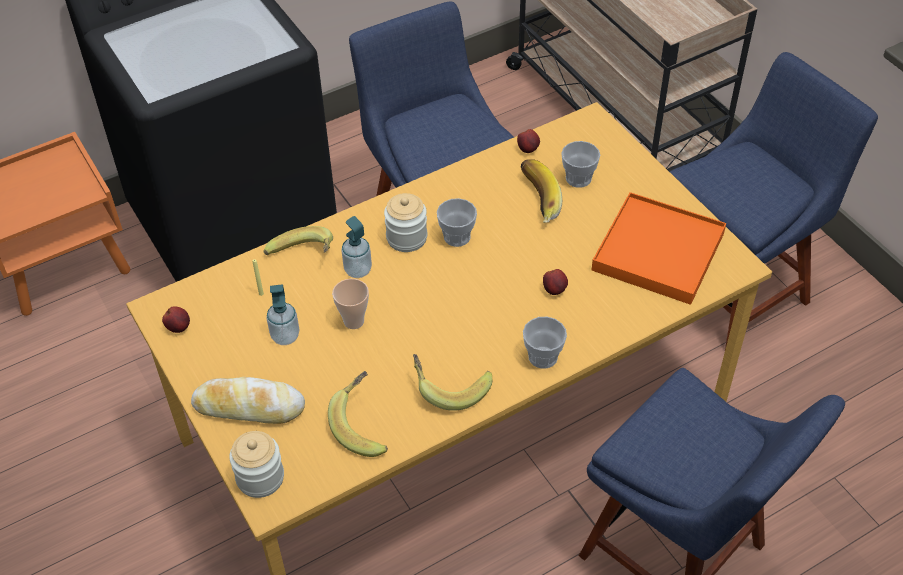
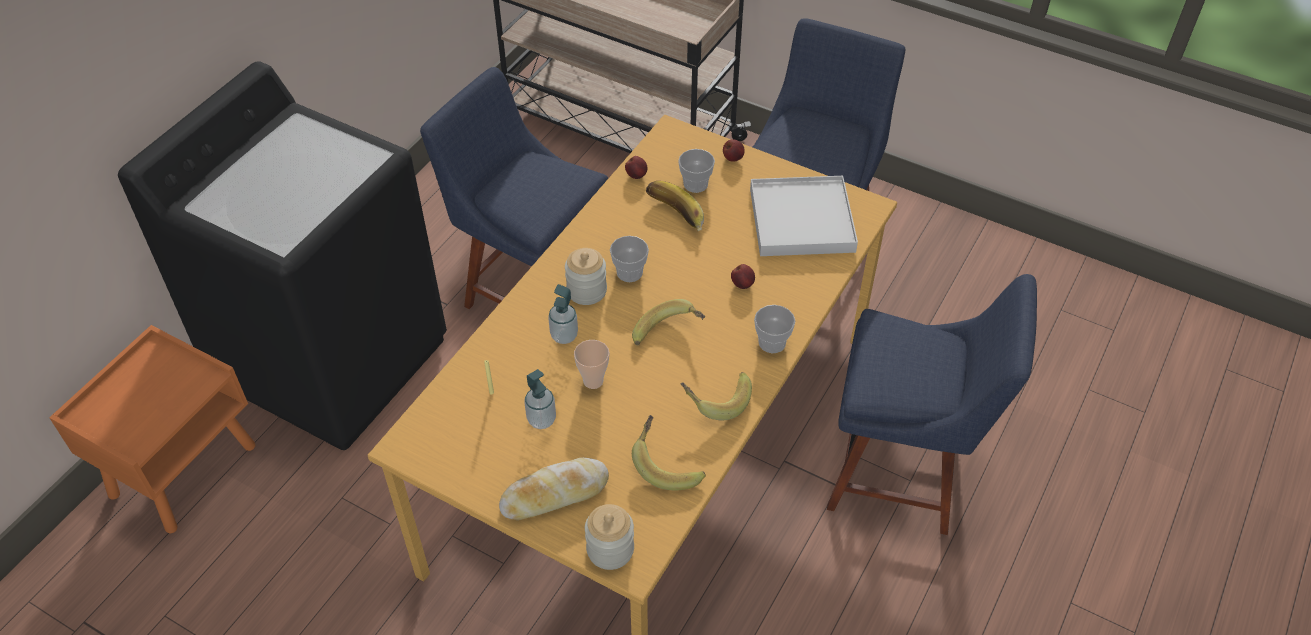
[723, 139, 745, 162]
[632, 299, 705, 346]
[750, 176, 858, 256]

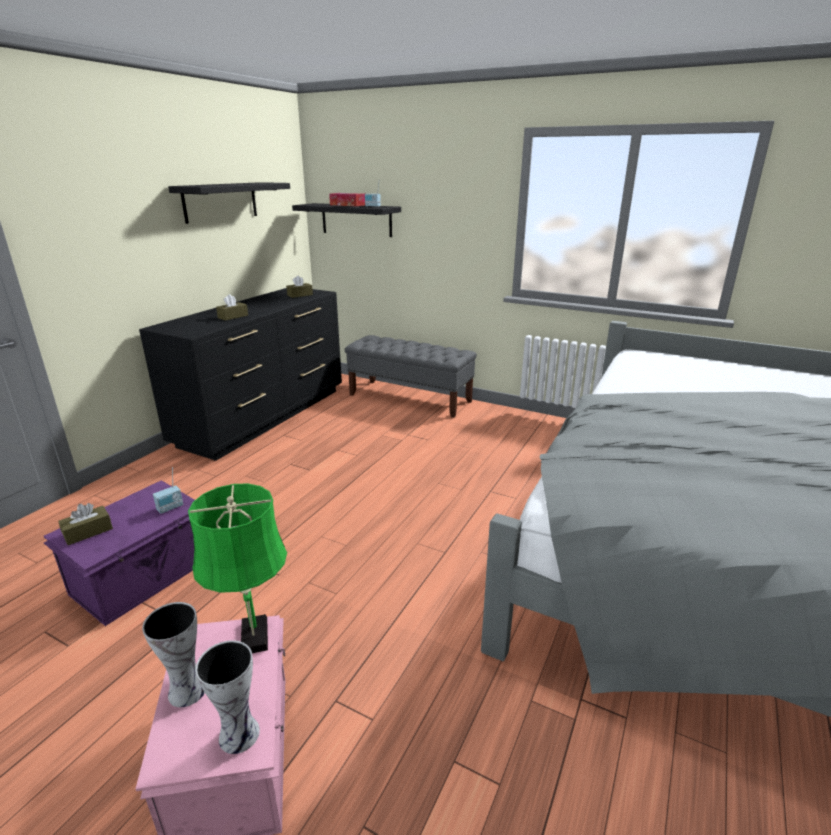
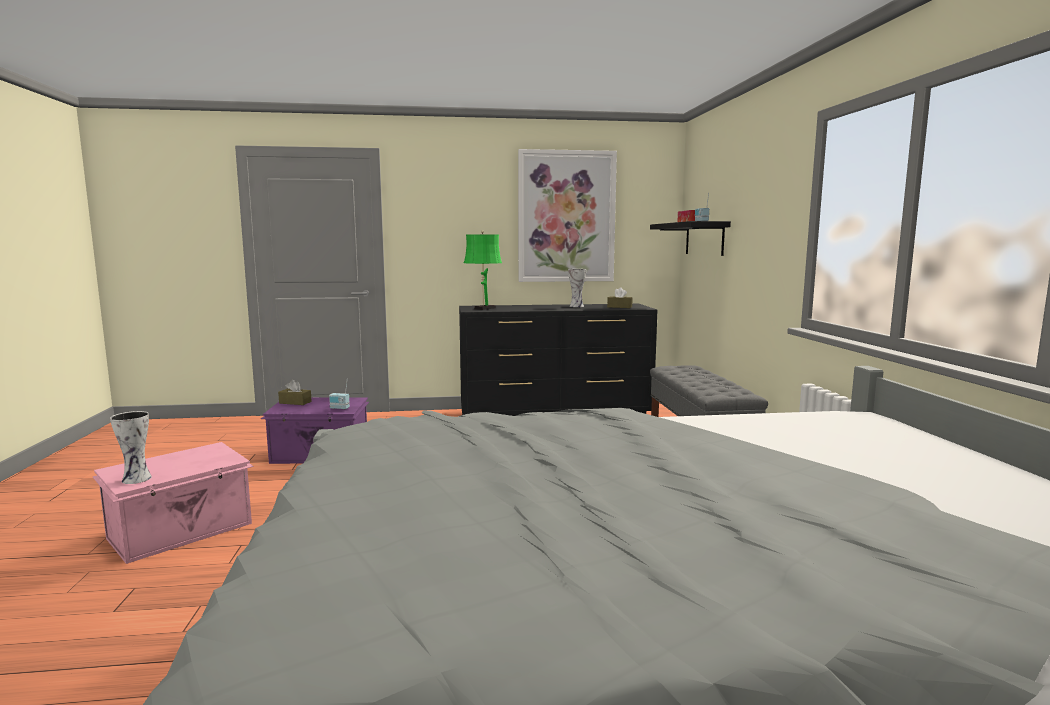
[568, 269, 586, 307]
[518, 149, 617, 282]
[464, 231, 502, 310]
[216, 294, 248, 321] (first image)

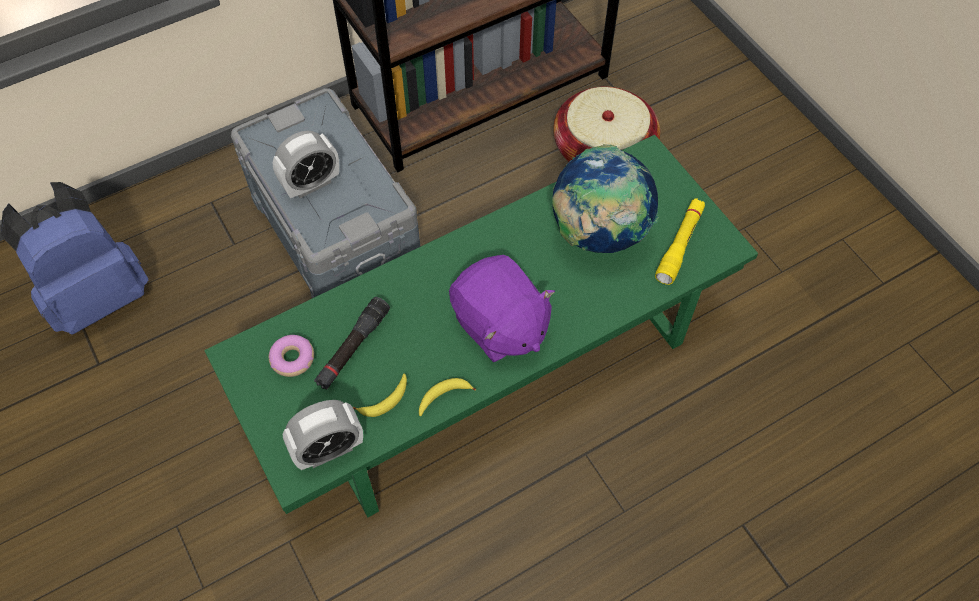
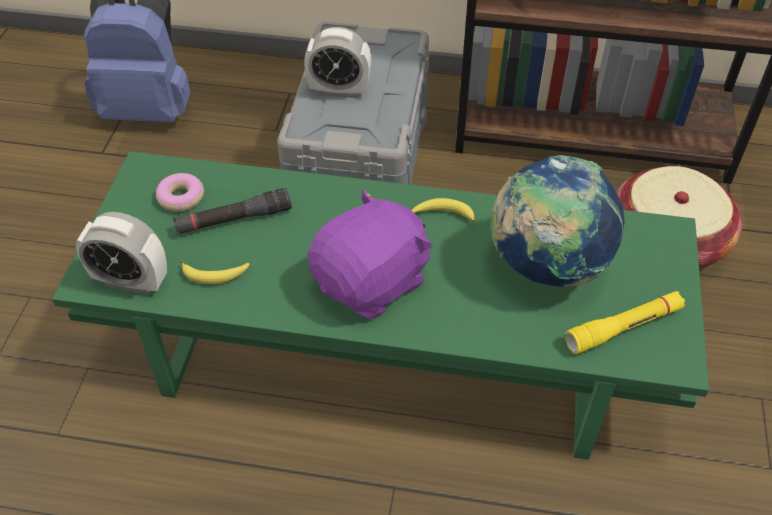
[412, 198, 476, 224]
[307, 189, 433, 319]

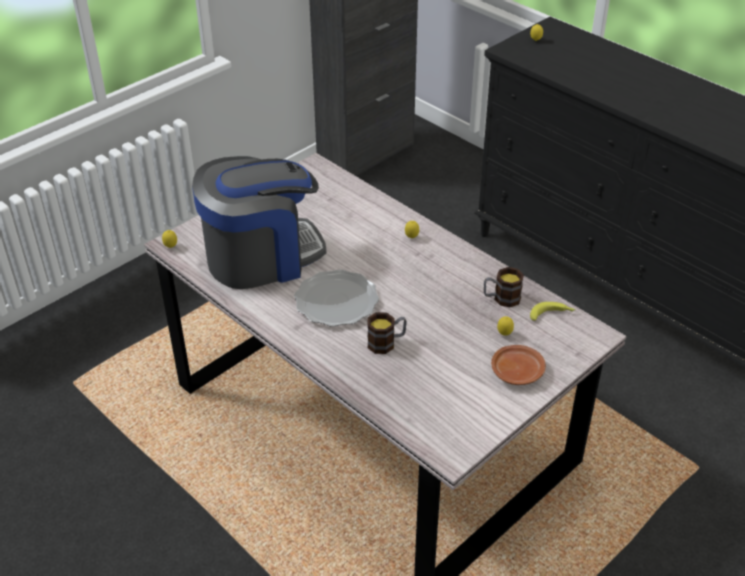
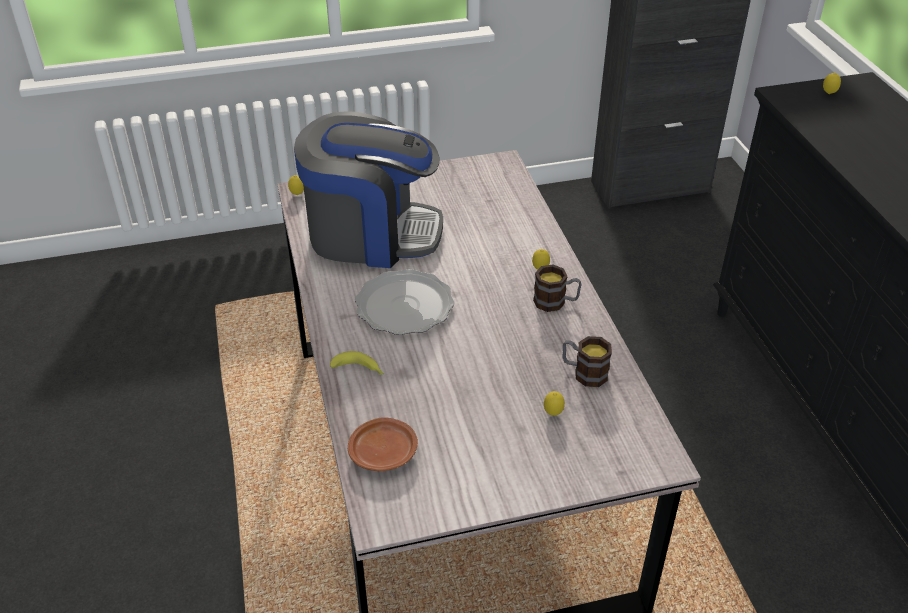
[533, 264, 581, 312]
[348, 417, 418, 471]
[330, 351, 384, 375]

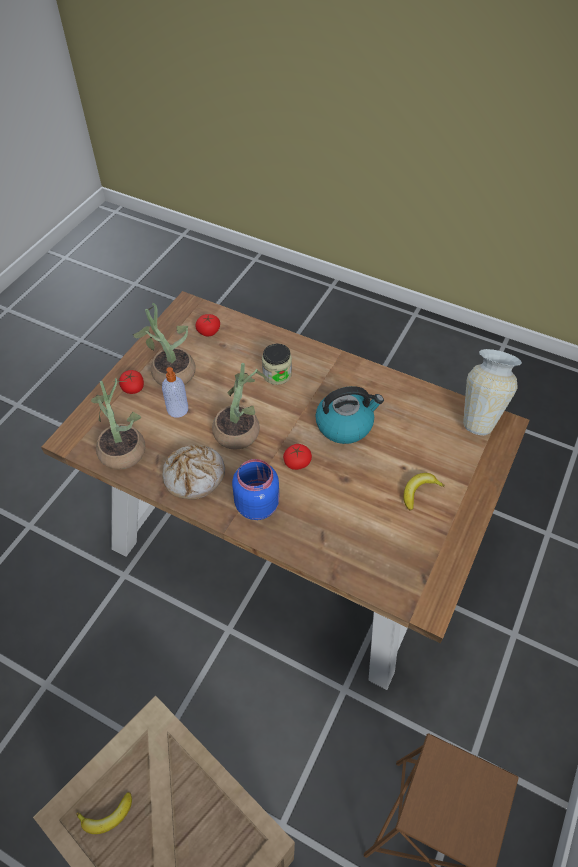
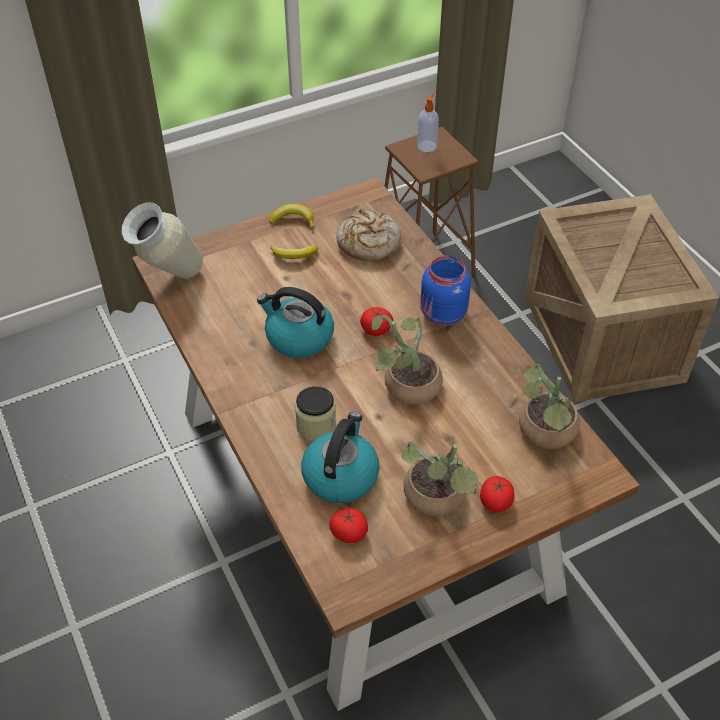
[269, 204, 314, 229]
[417, 92, 439, 152]
[336, 209, 401, 261]
[301, 412, 380, 503]

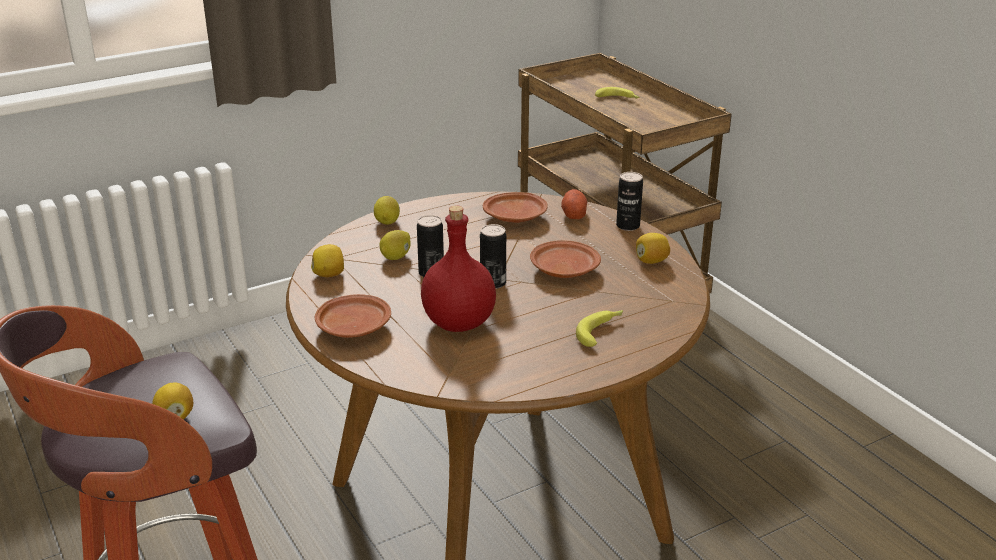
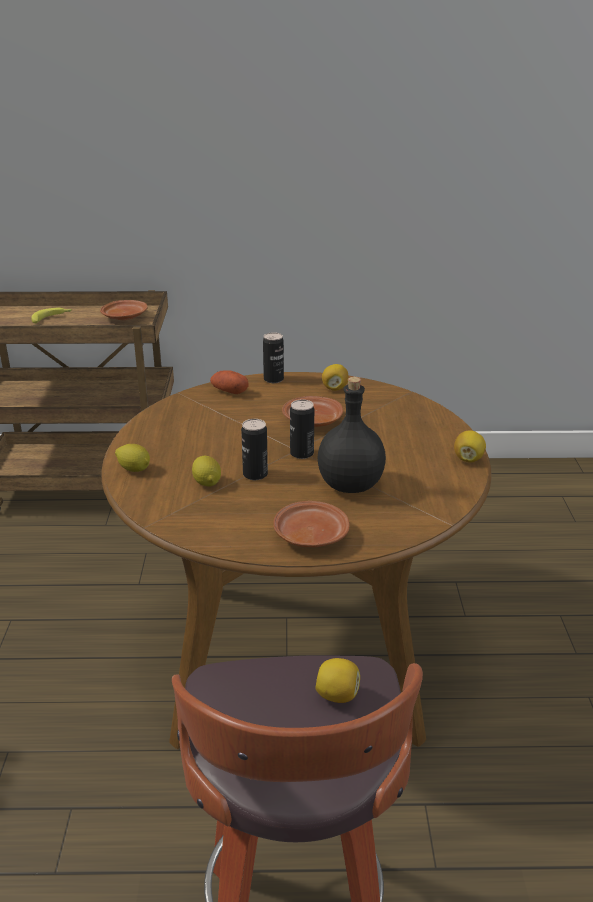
[454, 430, 486, 463]
[317, 377, 386, 493]
[100, 300, 148, 320]
[576, 310, 623, 347] (first image)

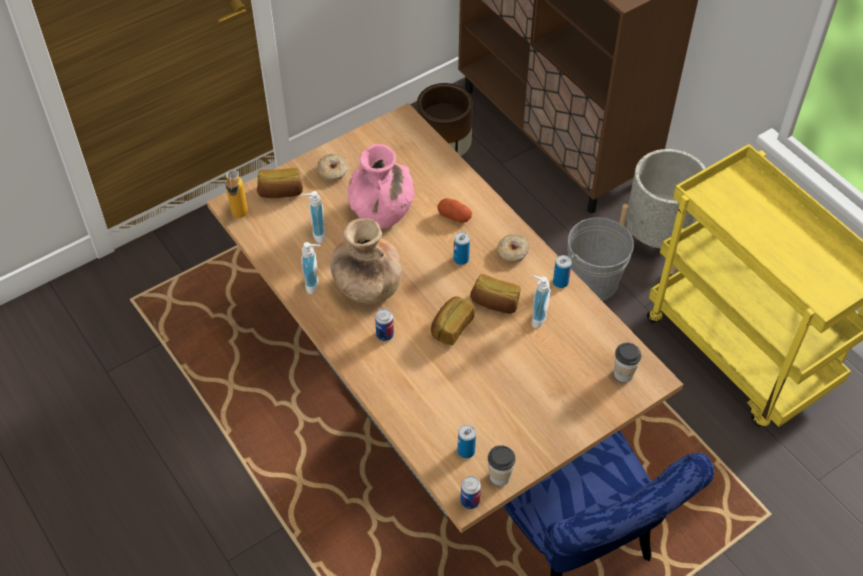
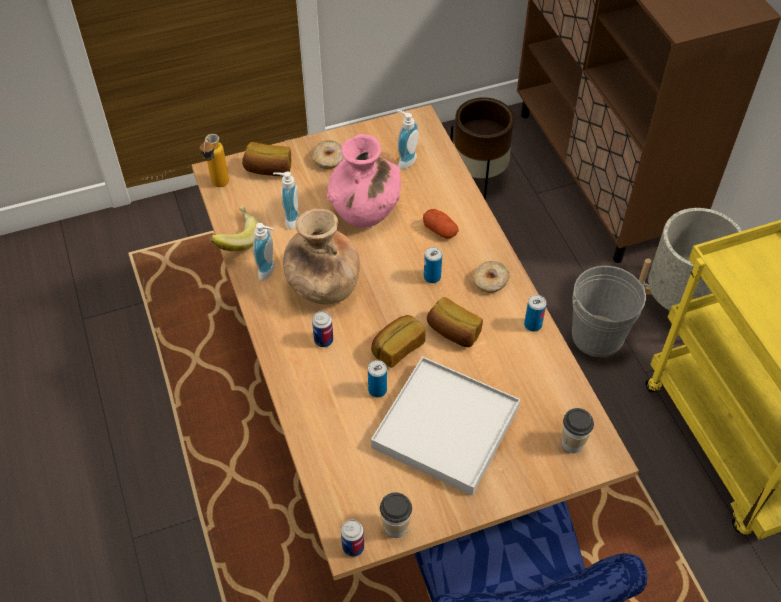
[368, 360, 387, 397]
[397, 110, 419, 169]
[210, 206, 260, 251]
[371, 356, 520, 495]

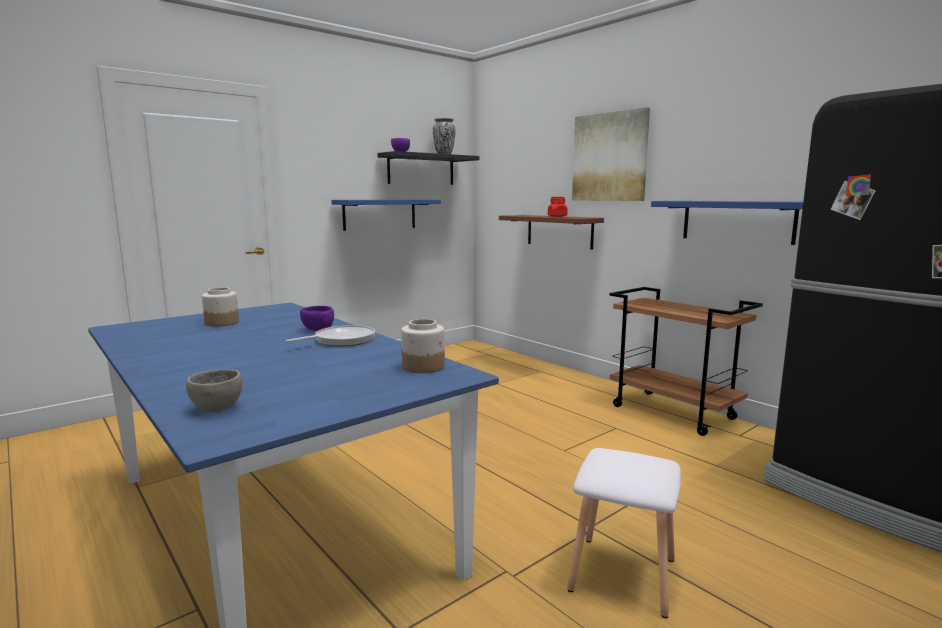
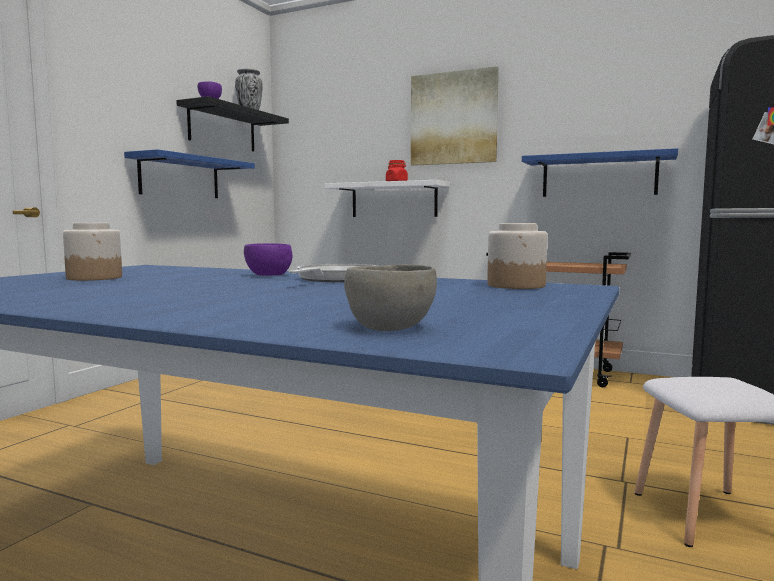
[325, 180, 450, 217]

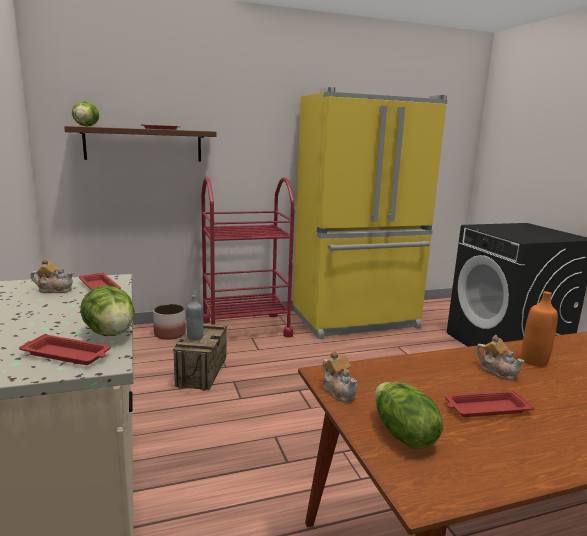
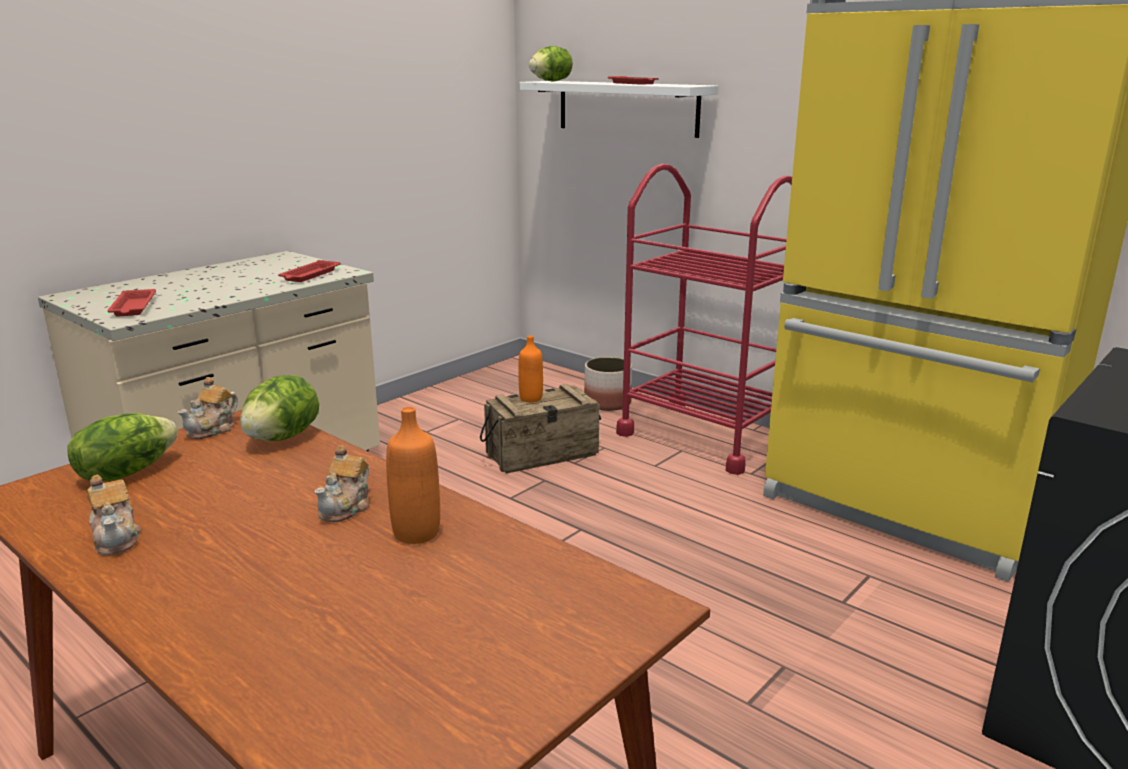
[87, 475, 141, 556]
[519, 81, 718, 138]
[240, 375, 319, 441]
[518, 336, 543, 403]
[445, 390, 534, 417] (first image)

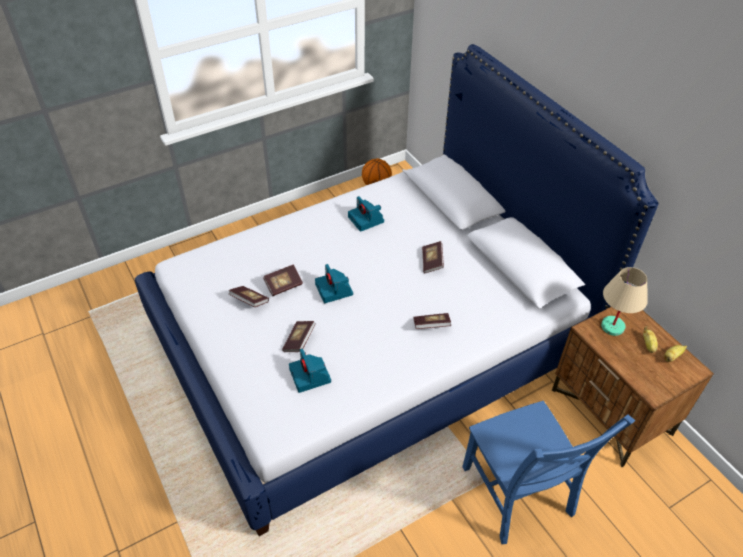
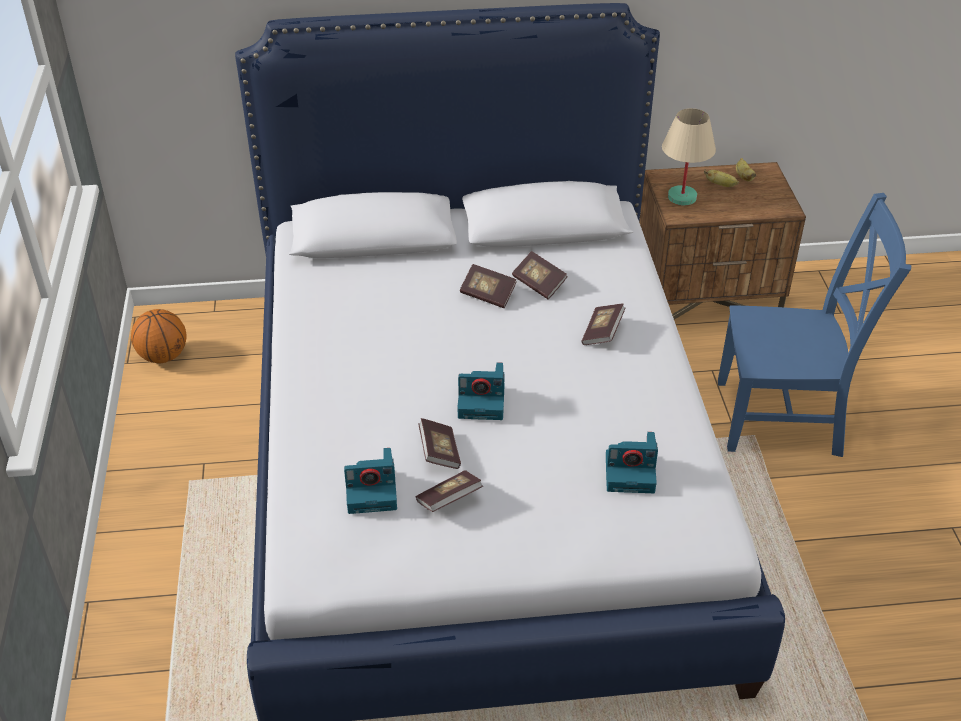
[512, 251, 568, 300]
[344, 448, 397, 514]

